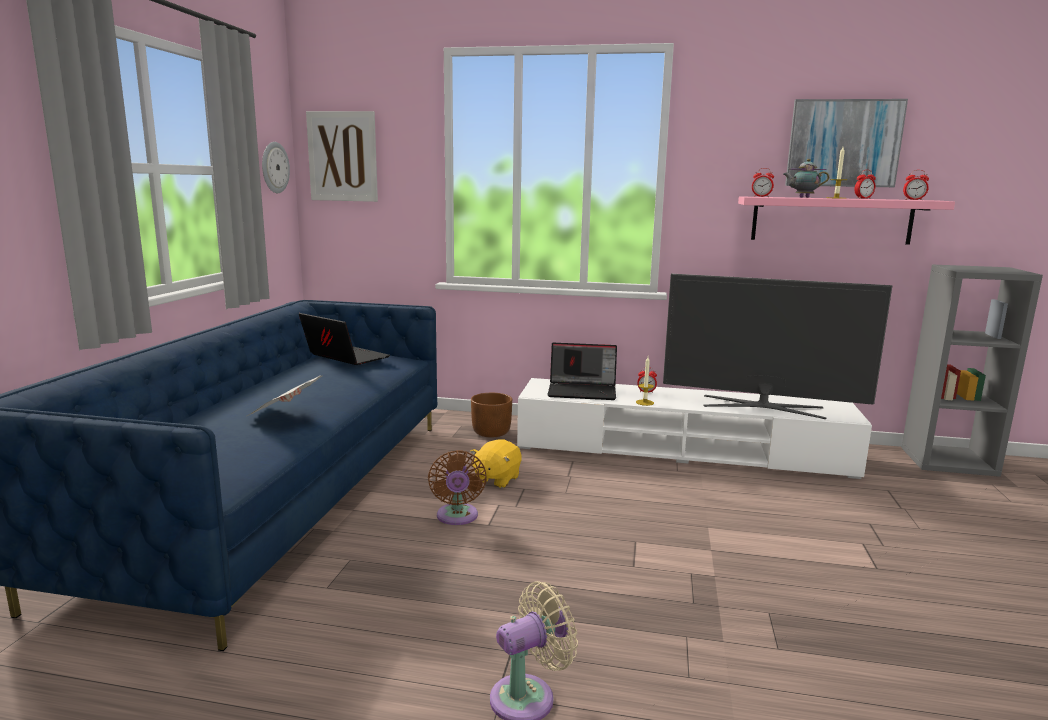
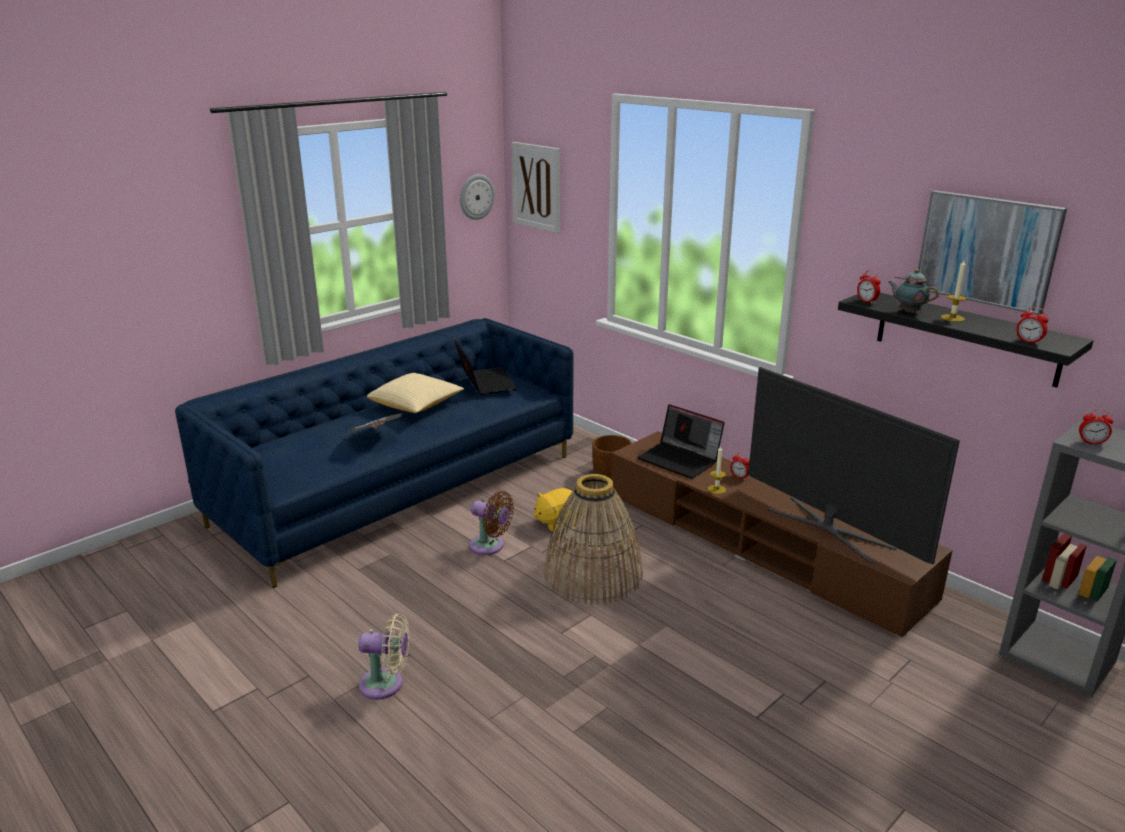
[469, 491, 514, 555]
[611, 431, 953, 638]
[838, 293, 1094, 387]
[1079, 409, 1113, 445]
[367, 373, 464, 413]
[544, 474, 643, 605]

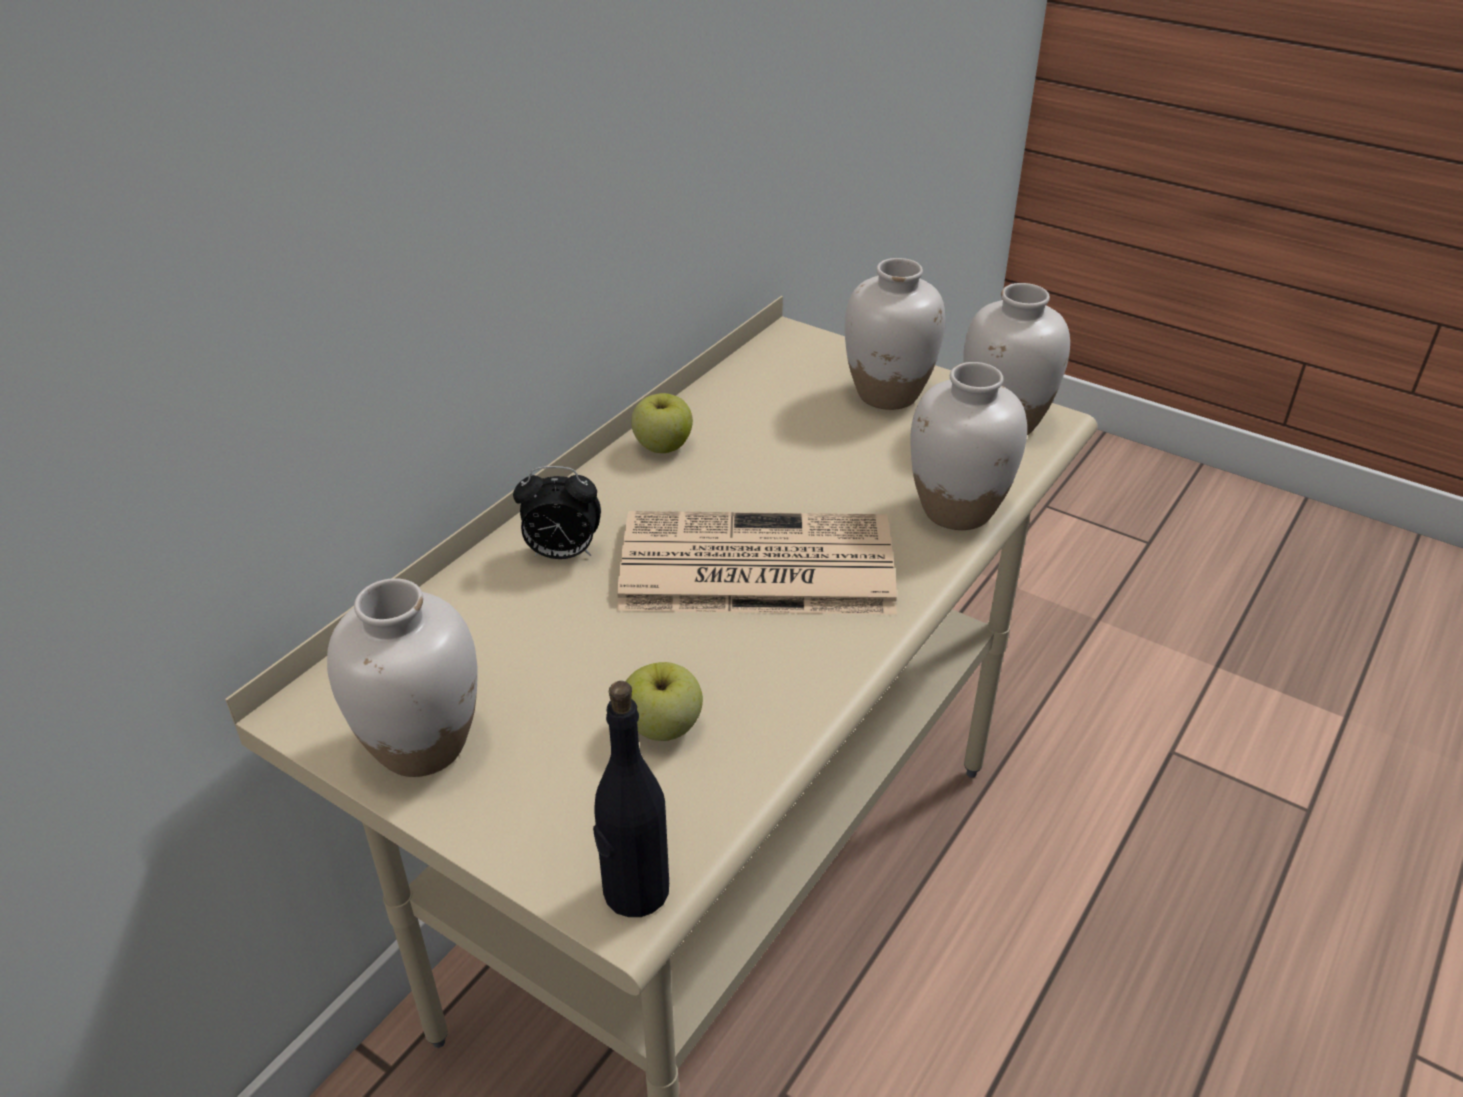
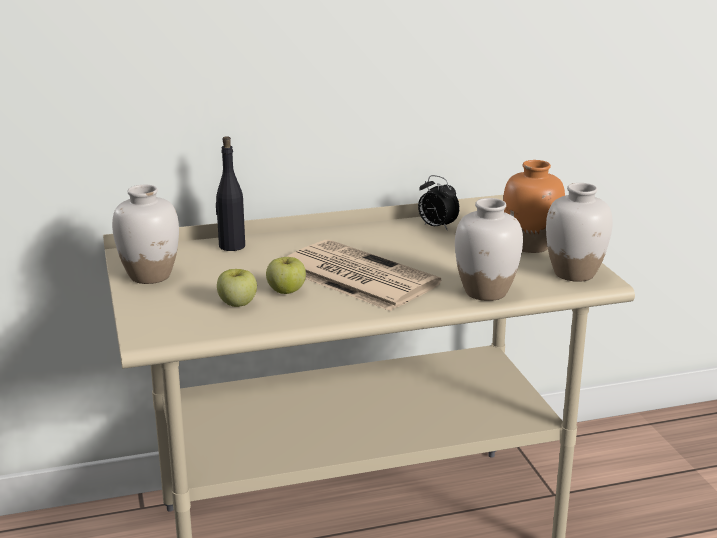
[418, 175, 460, 231]
[216, 136, 245, 251]
[266, 257, 306, 294]
[503, 160, 565, 253]

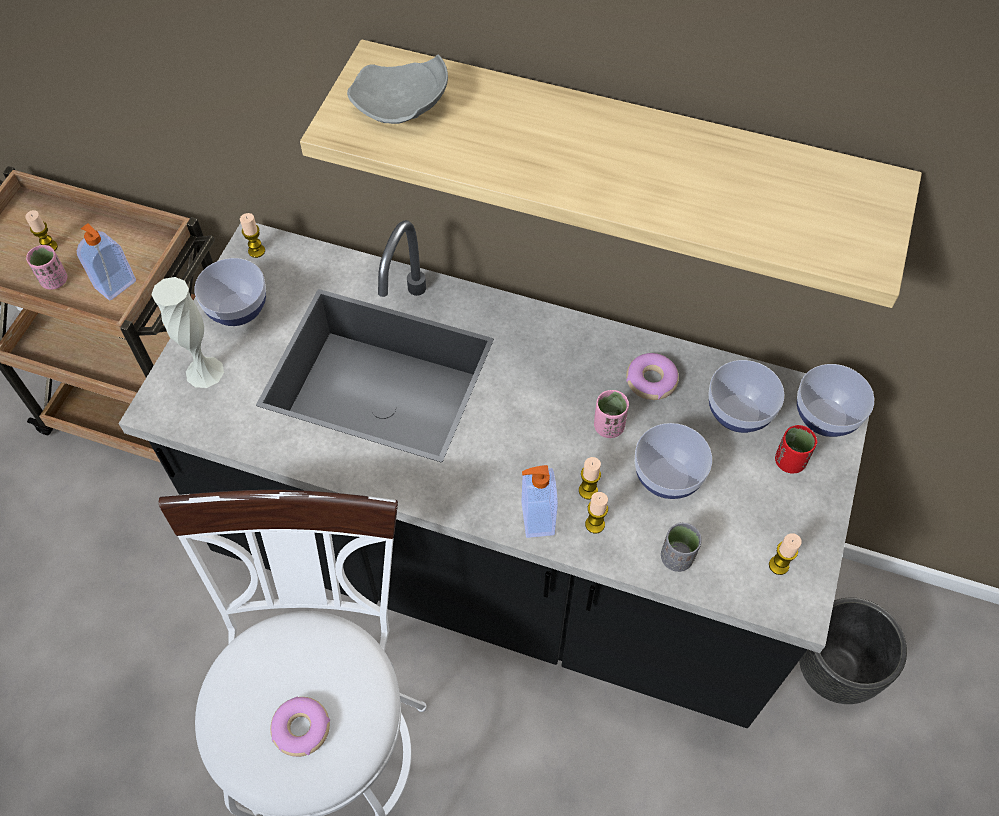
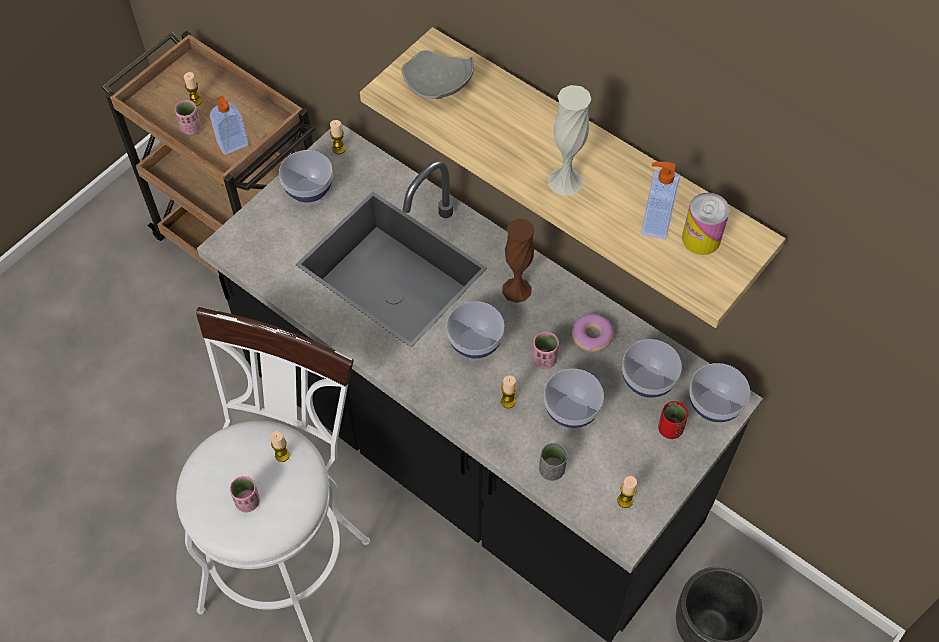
[548, 85, 591, 196]
[230, 476, 260, 512]
[641, 162, 680, 240]
[270, 431, 290, 462]
[447, 301, 504, 359]
[502, 218, 534, 303]
[682, 193, 730, 255]

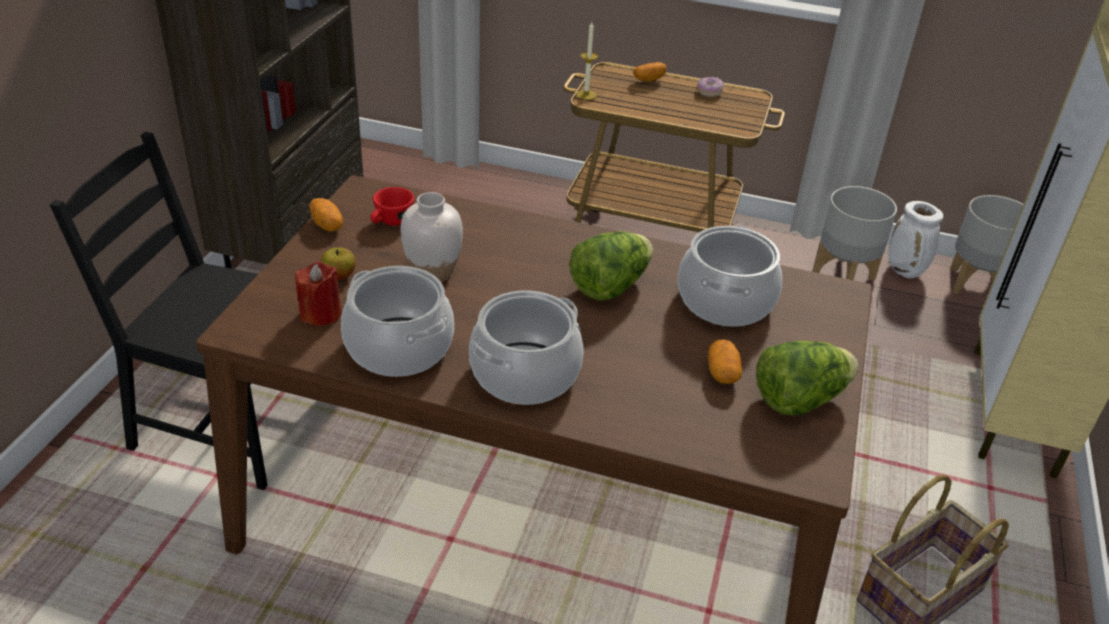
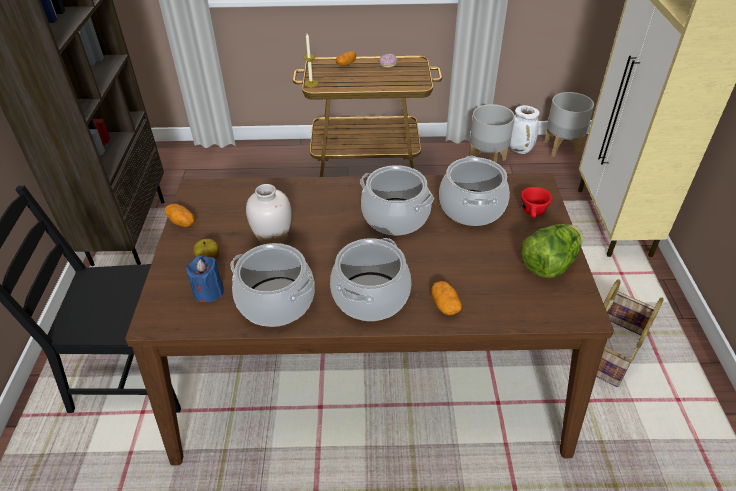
[186, 256, 224, 303]
[521, 187, 552, 218]
[360, 165, 434, 235]
[431, 281, 462, 315]

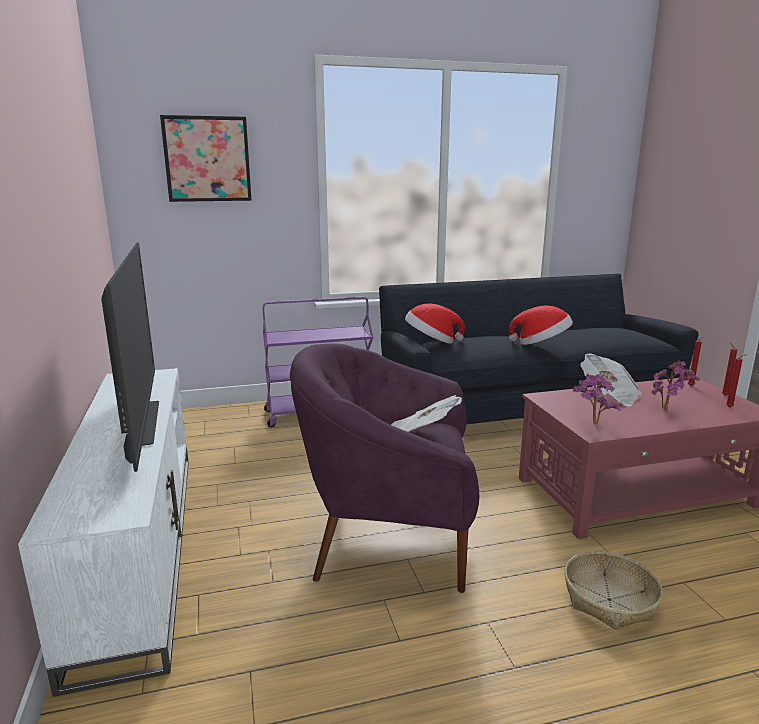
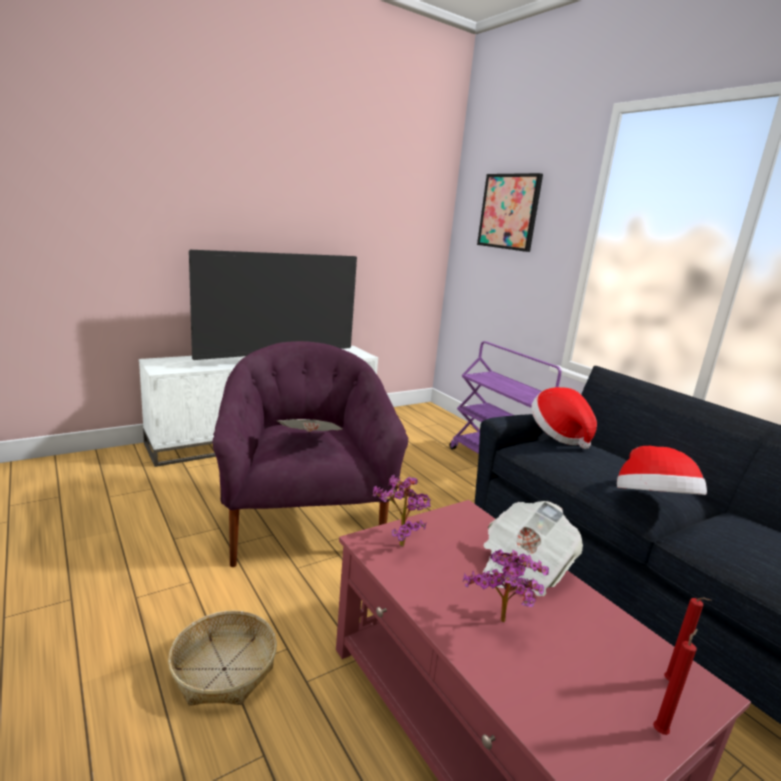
[726, 354, 747, 408] (first image)

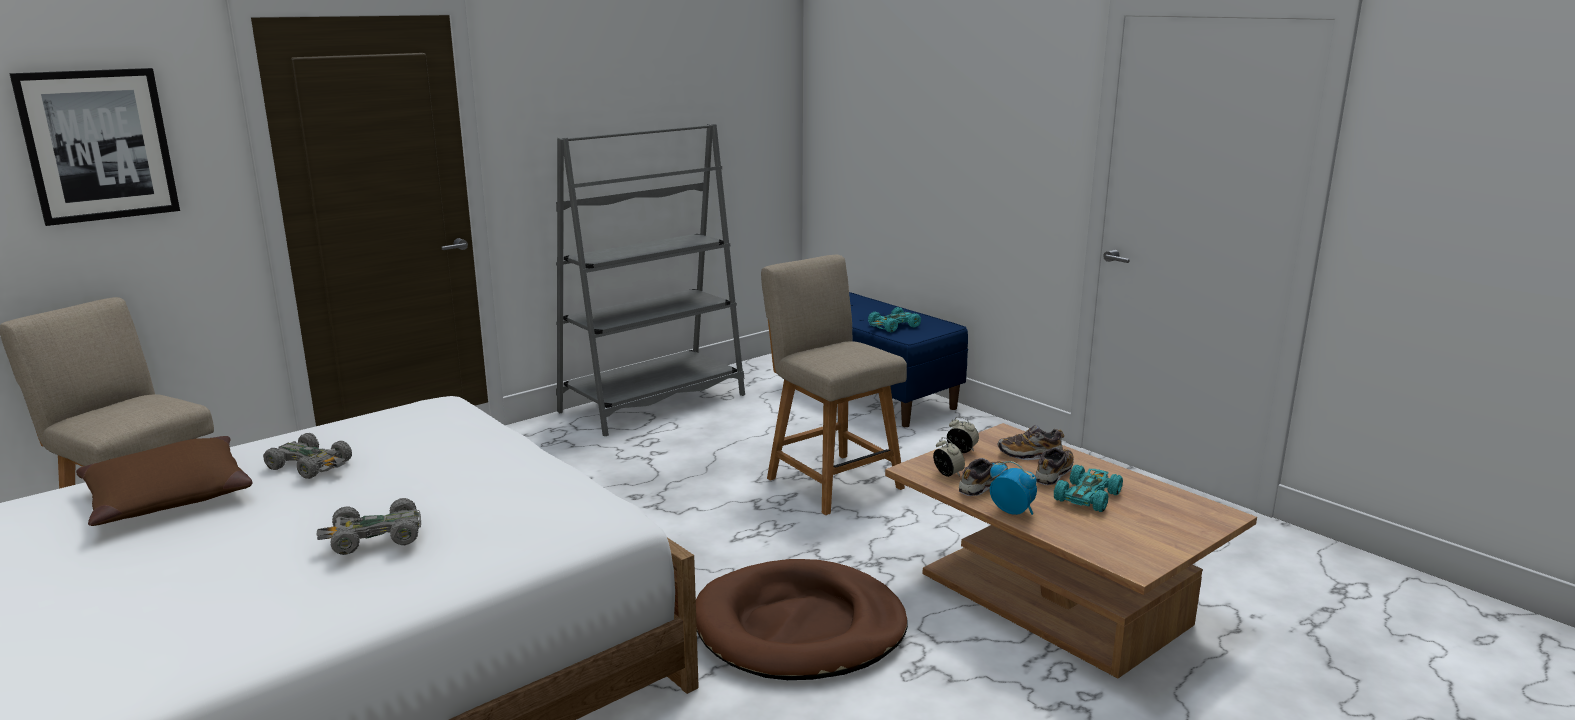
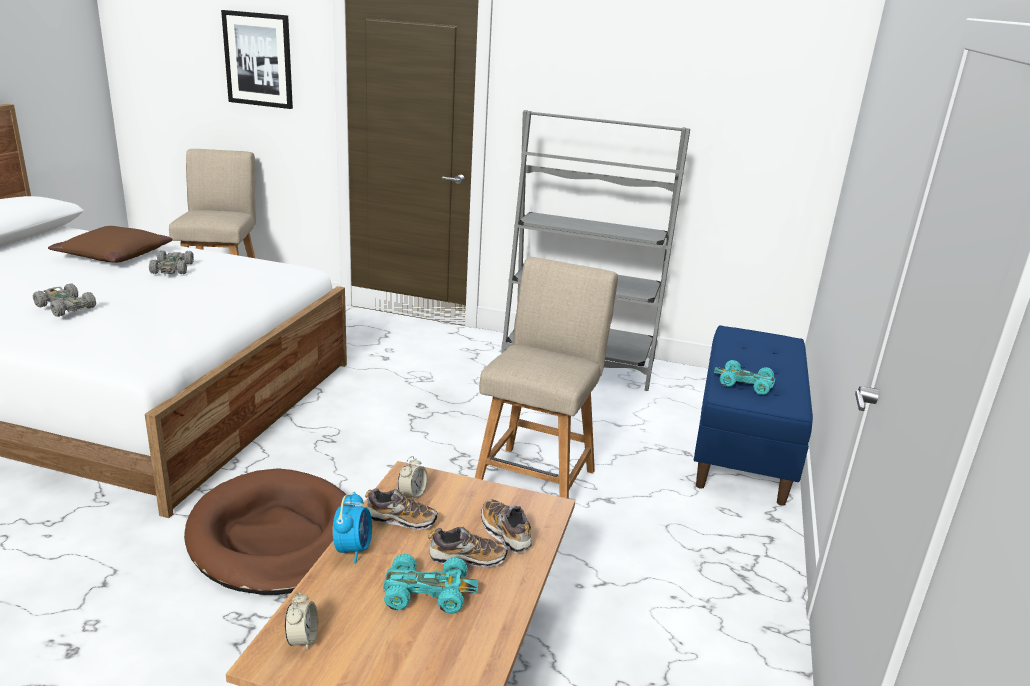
[285, 592, 318, 651]

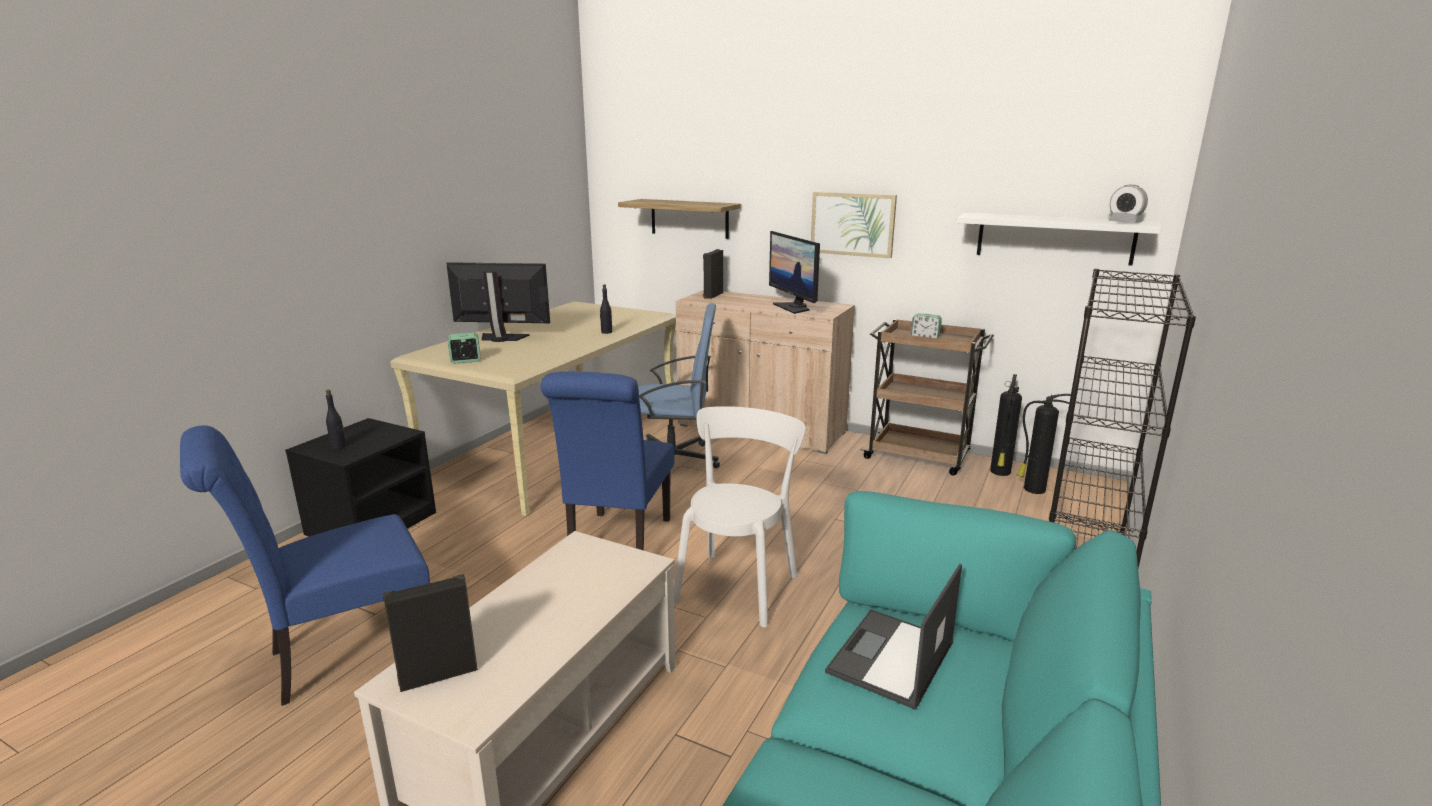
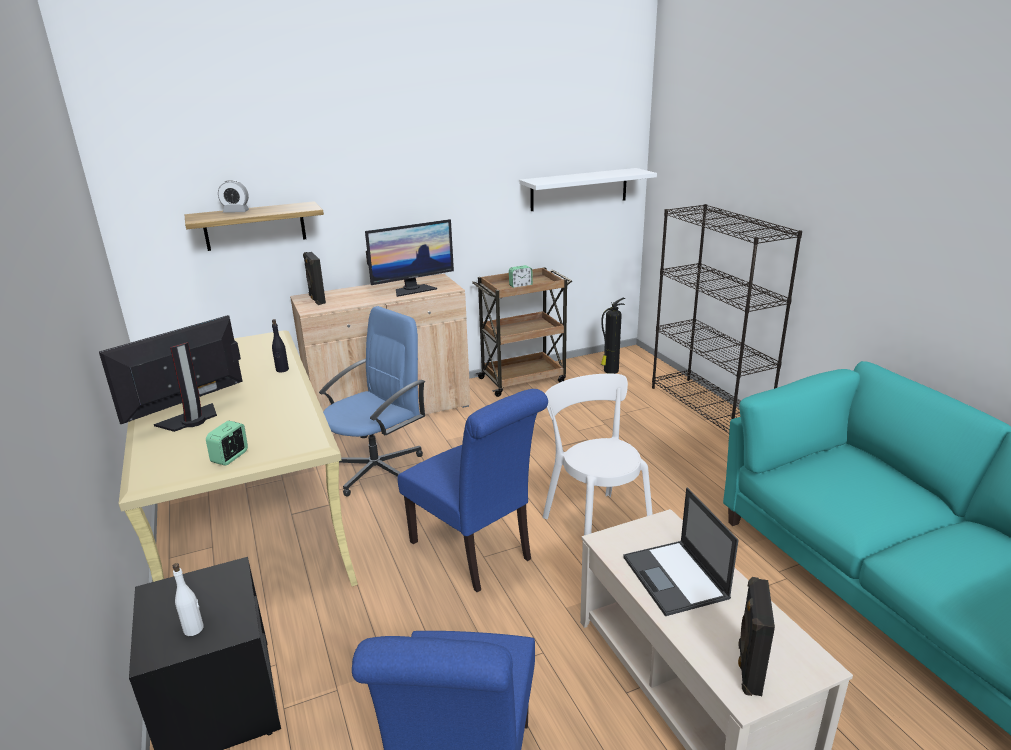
[173, 563, 204, 636]
[365, 219, 454, 297]
[811, 192, 897, 258] (first image)
[623, 488, 739, 616]
[990, 374, 1022, 476] (first image)
[218, 180, 249, 213]

